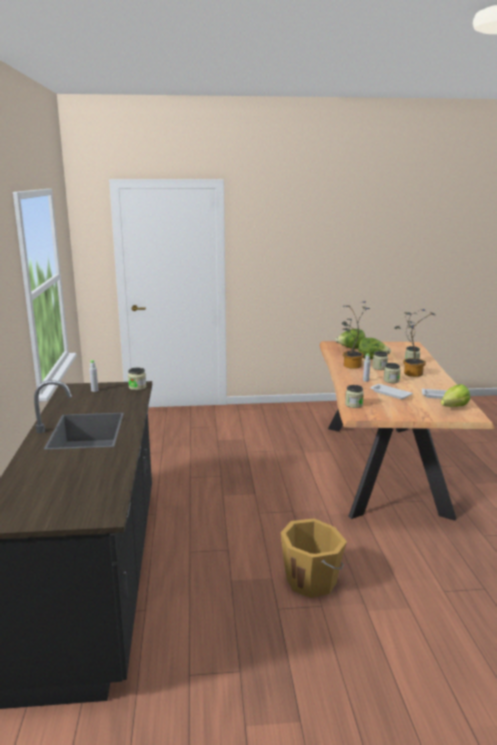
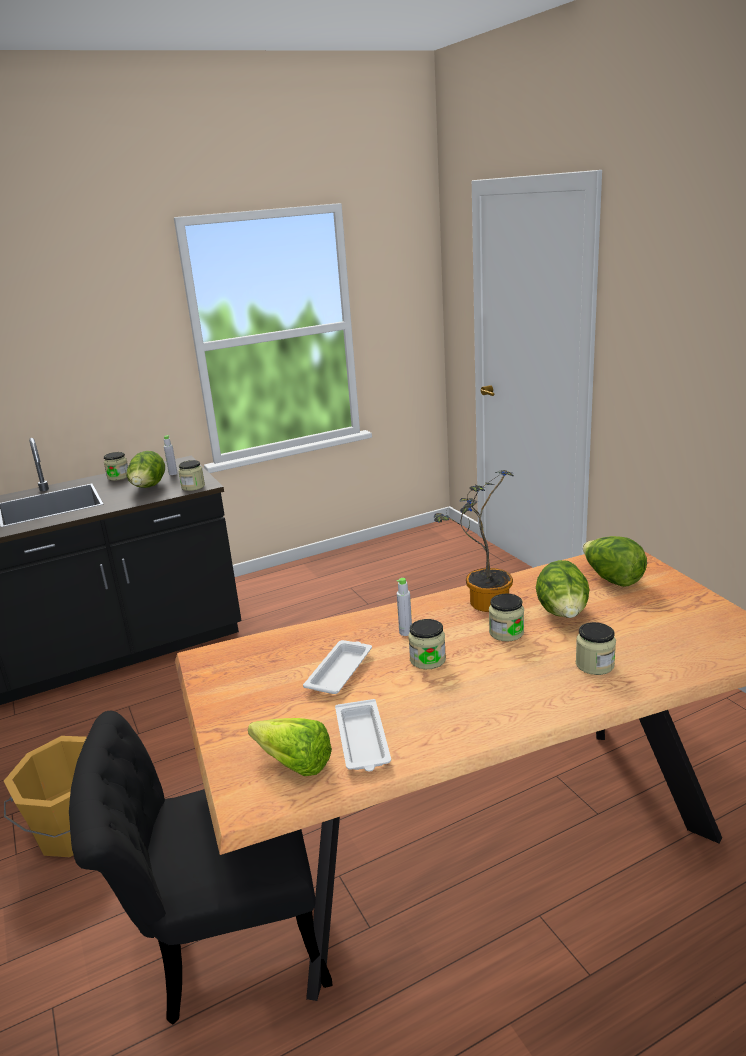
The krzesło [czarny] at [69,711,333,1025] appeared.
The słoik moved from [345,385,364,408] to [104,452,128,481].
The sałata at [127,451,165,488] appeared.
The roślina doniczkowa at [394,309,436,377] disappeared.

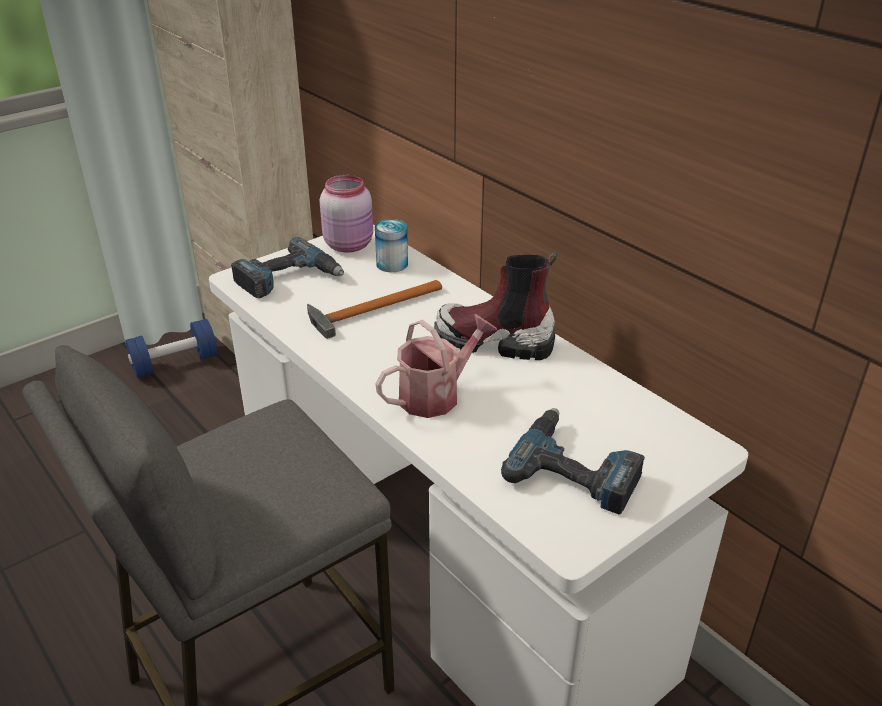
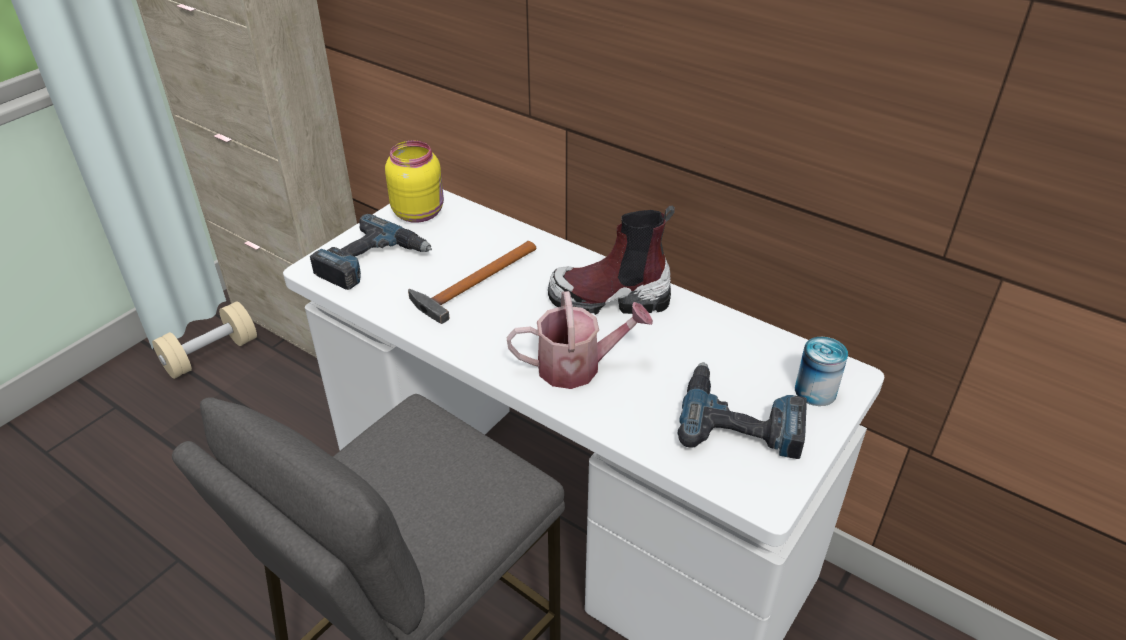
The hantel [niebieski] at [125,319,218,378] became the hantel [beżowy] at [152,301,257,379].
The słoik [różowy] at [320,175,373,253] became the słoik [żółty] at [385,141,444,223].
The konewka at [375,314,497,418] turned 45 degrees clockwise.
The puszka moved from [375,219,408,272] to [795,337,848,406].

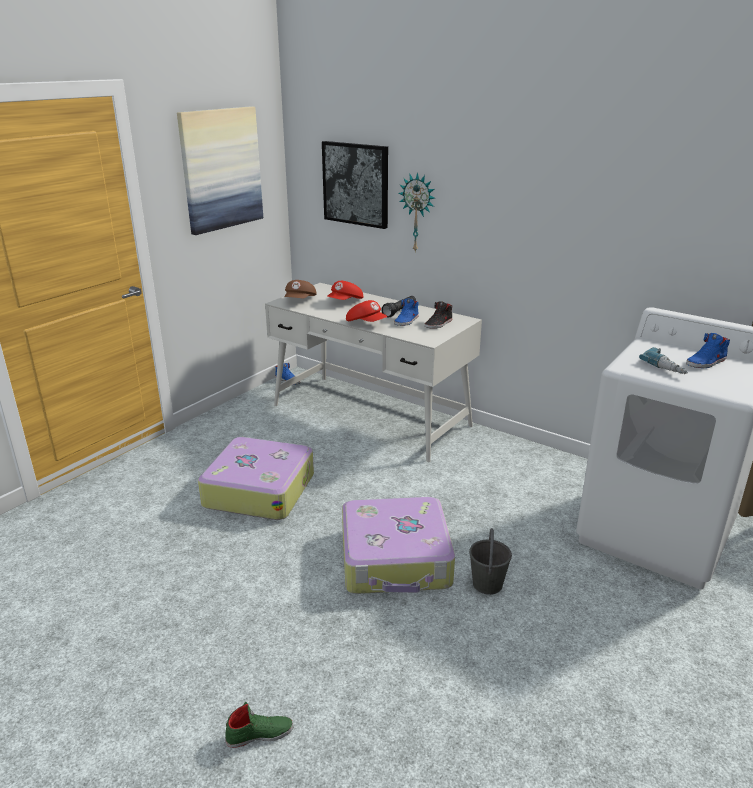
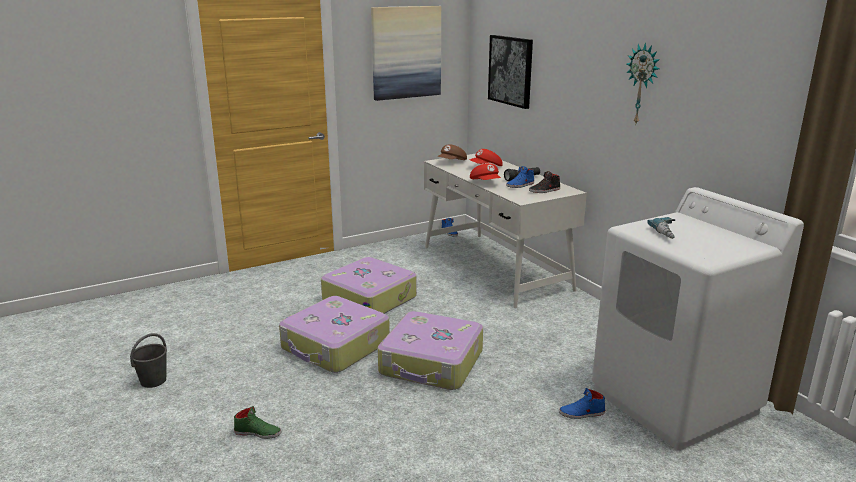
The wiadro [szary] moved from [469,528,512,595] to [130,333,167,388].
The walizka at [279,296,390,373] appeared.
The but [niebieski] moved from [686,333,730,368] to [559,388,605,419].
The zegar ścienny moved from [398,172,435,252] to [626,42,660,123].

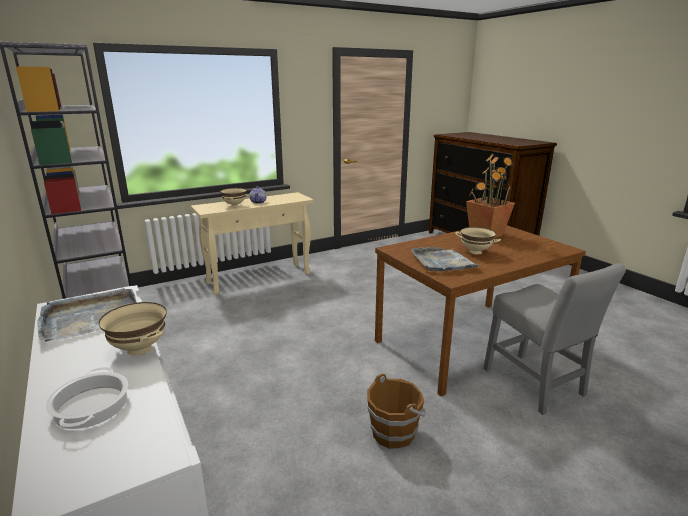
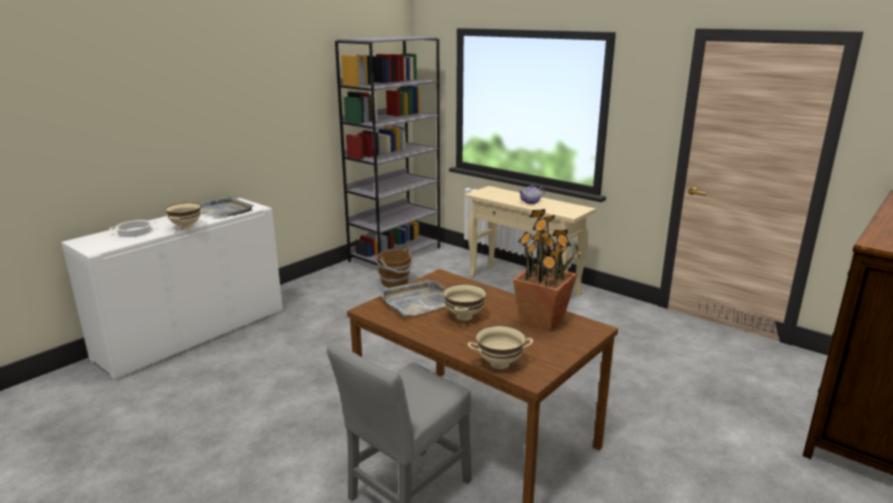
The wiadro [brązowy] moved from [367,374,426,449] to [376,247,414,288].
The miska [beżowy] moved from [220,188,246,207] to [468,325,533,369].

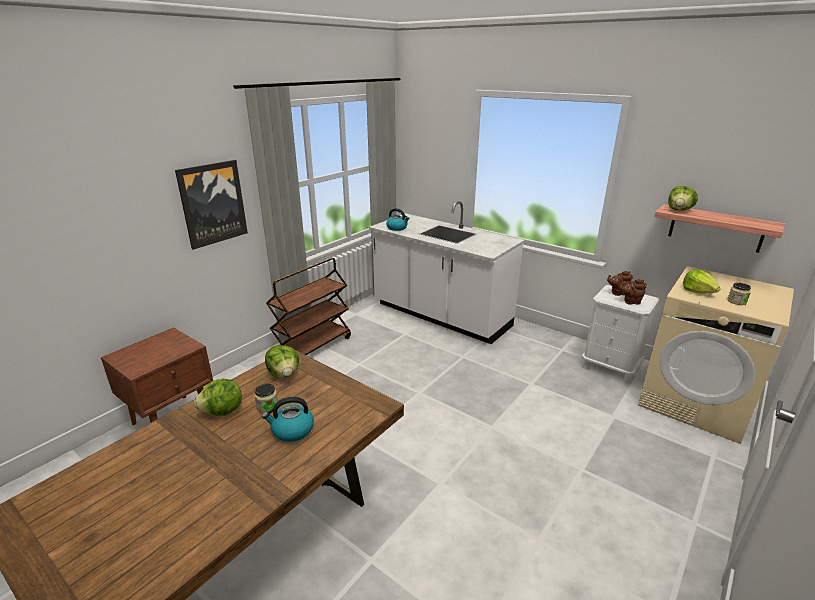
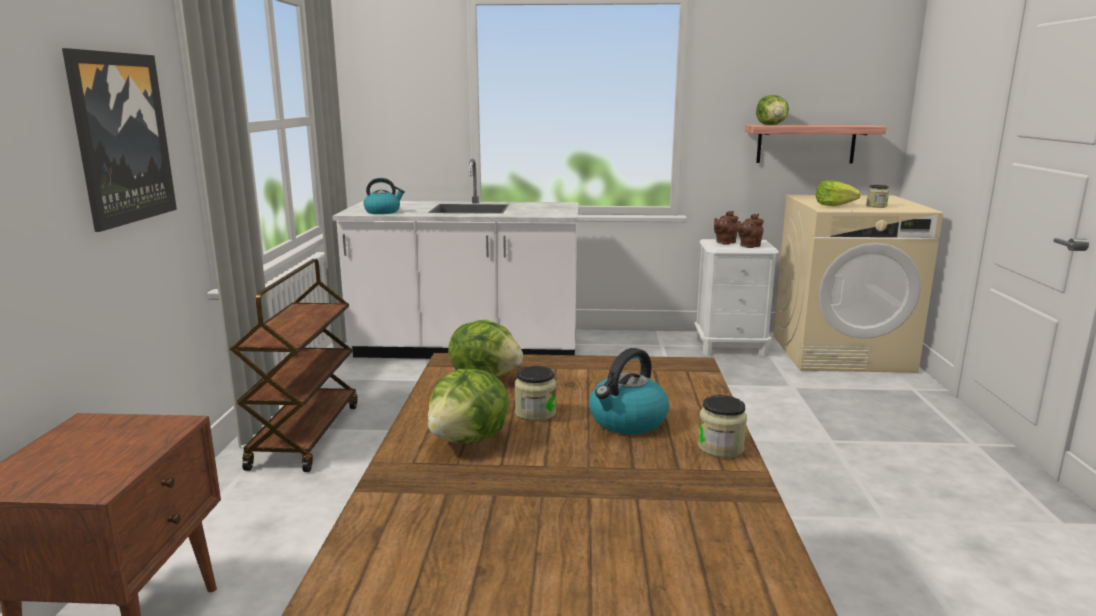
The słoik at [698,395,747,458] appeared.

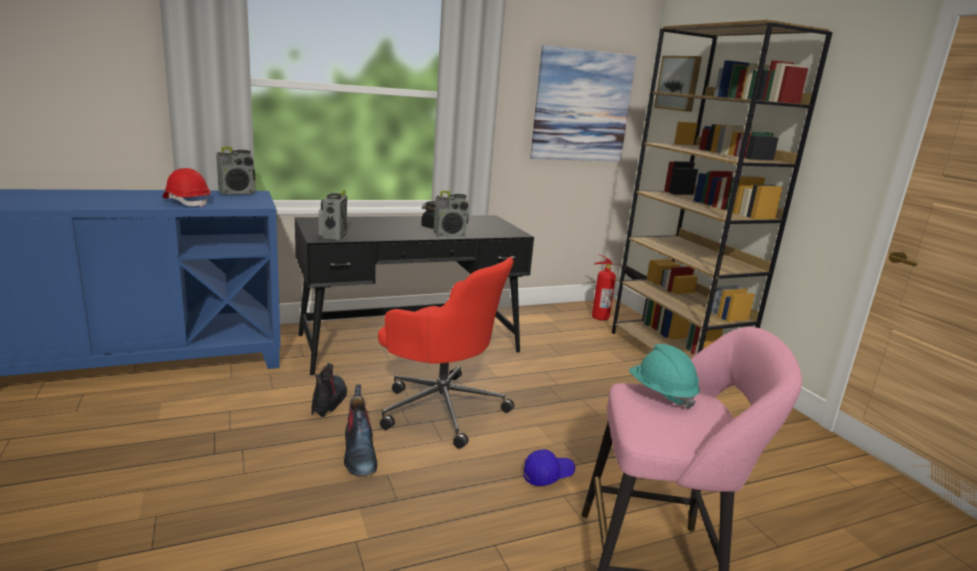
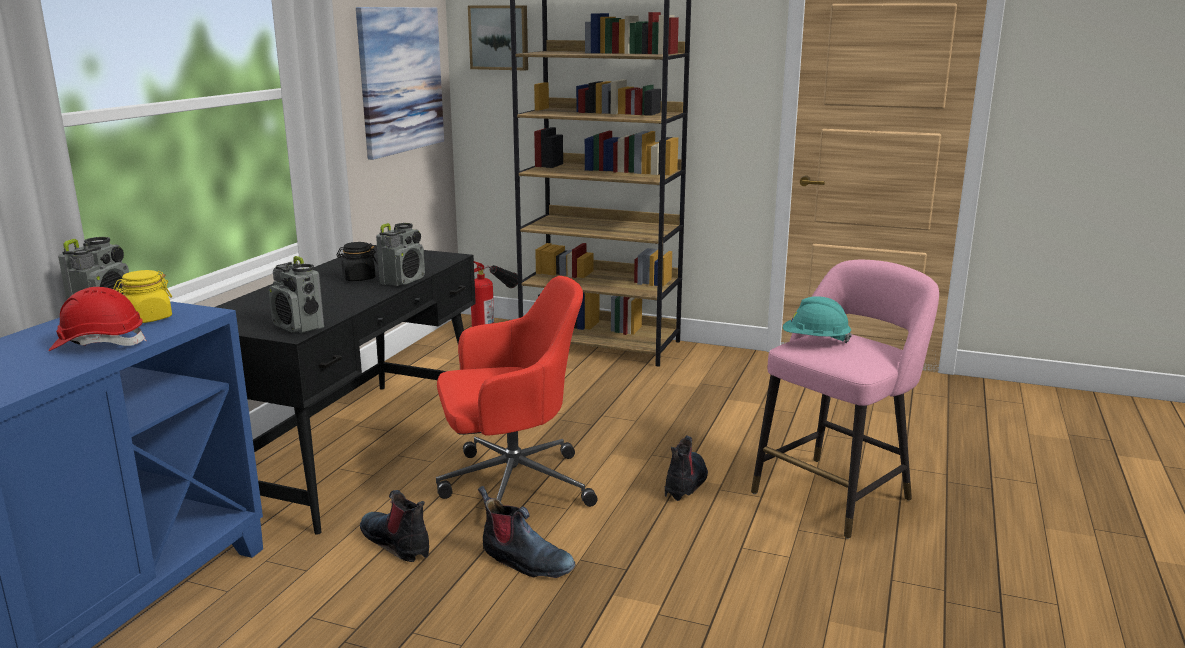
The słoik [żółty] at [113,270,172,323] appeared.
The czapka z daszkiem [niebieski] at [523,449,575,486] was replaced by the but z cholewką at [665,435,708,501].

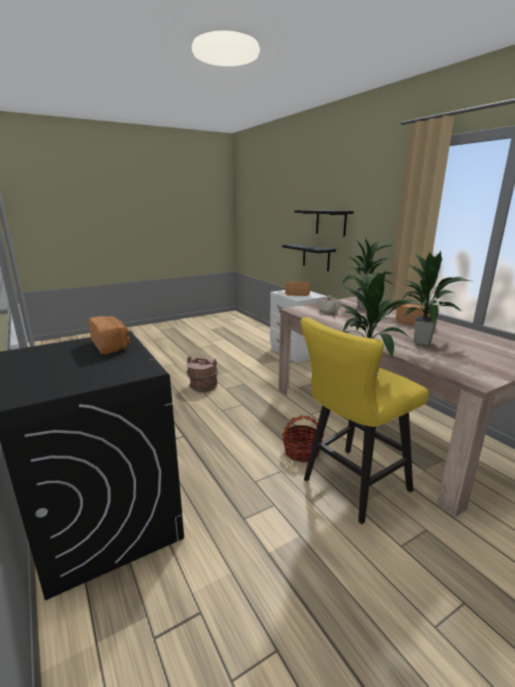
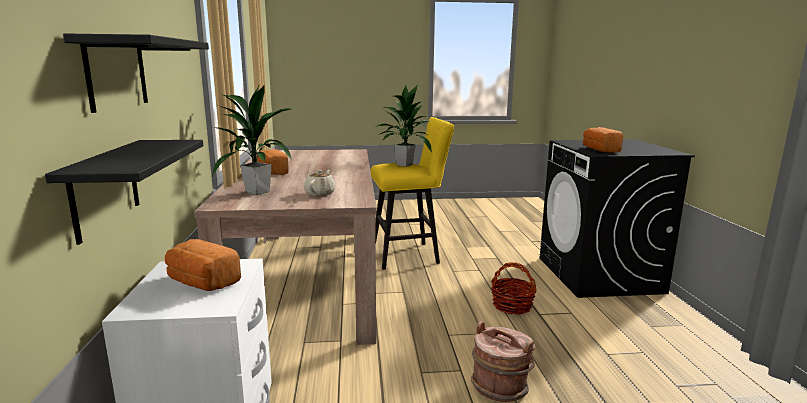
The koszyk moved from [282,415,324,463] to [491,262,536,314].
The roślina doniczkowa at [388,251,470,345] disappeared.

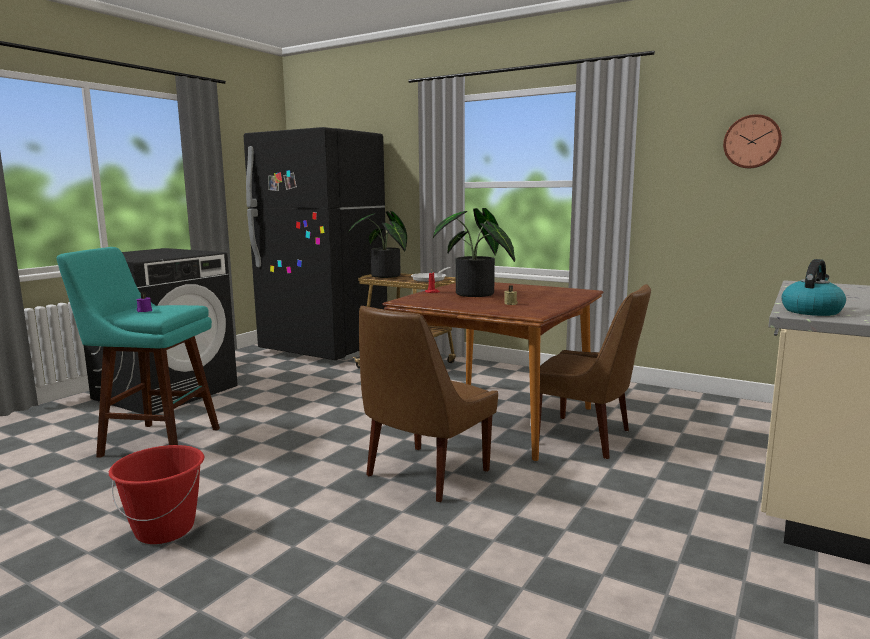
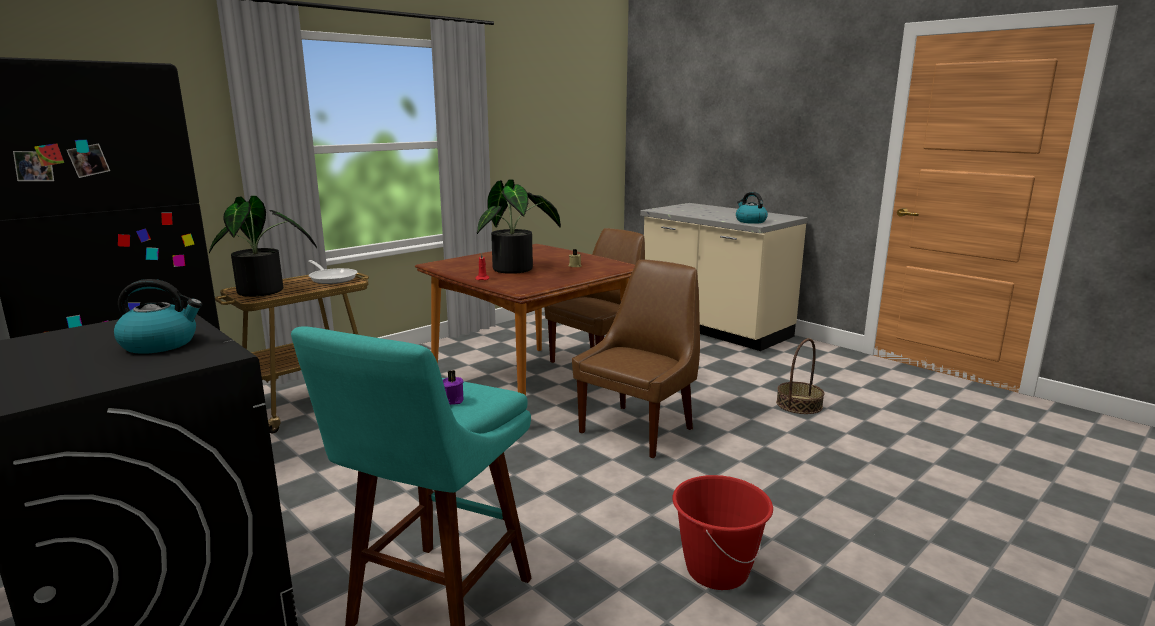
The czajnik at [114,279,202,354] appeared.
The krzesło [brązowy] at [359,306,498,502] turned 105 degrees counterclockwise.
The koszyk at [776,338,824,414] appeared.
The zegar ścienny at [723,114,782,168] disappeared.

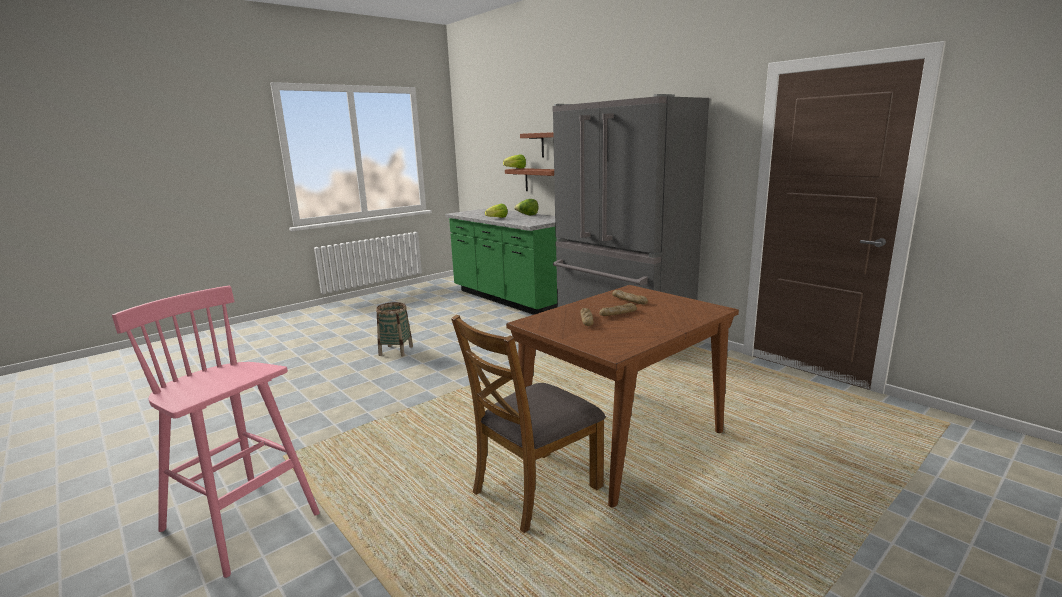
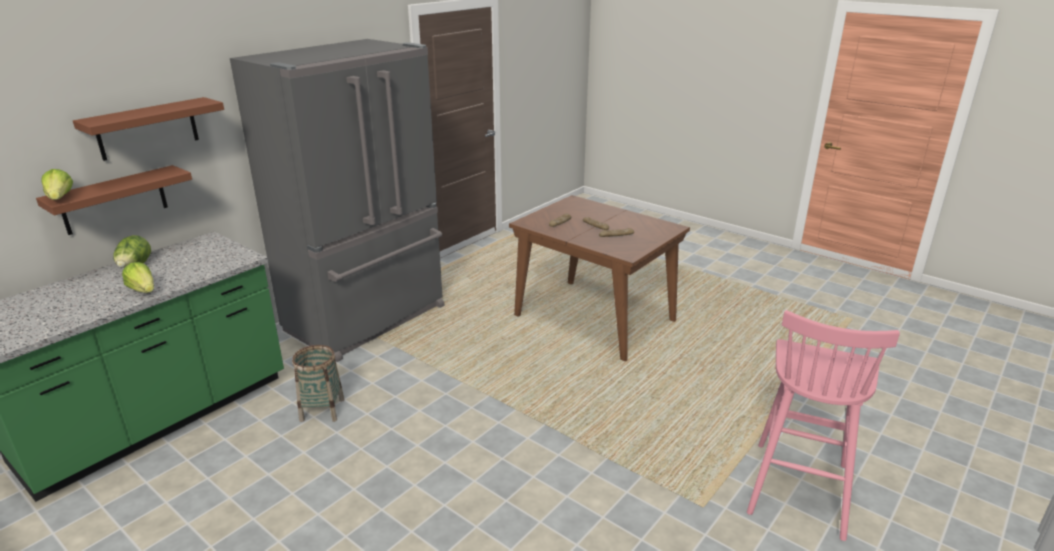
The koszyk moved from [376,302,413,357] to [292,345,345,422].
The krzesło [brązowy] at [451,315,605,533] disappeared.

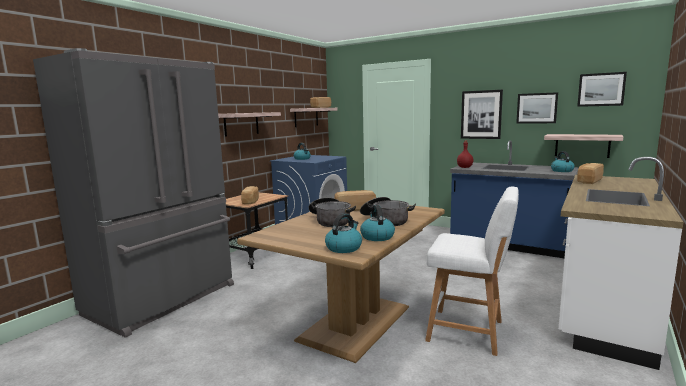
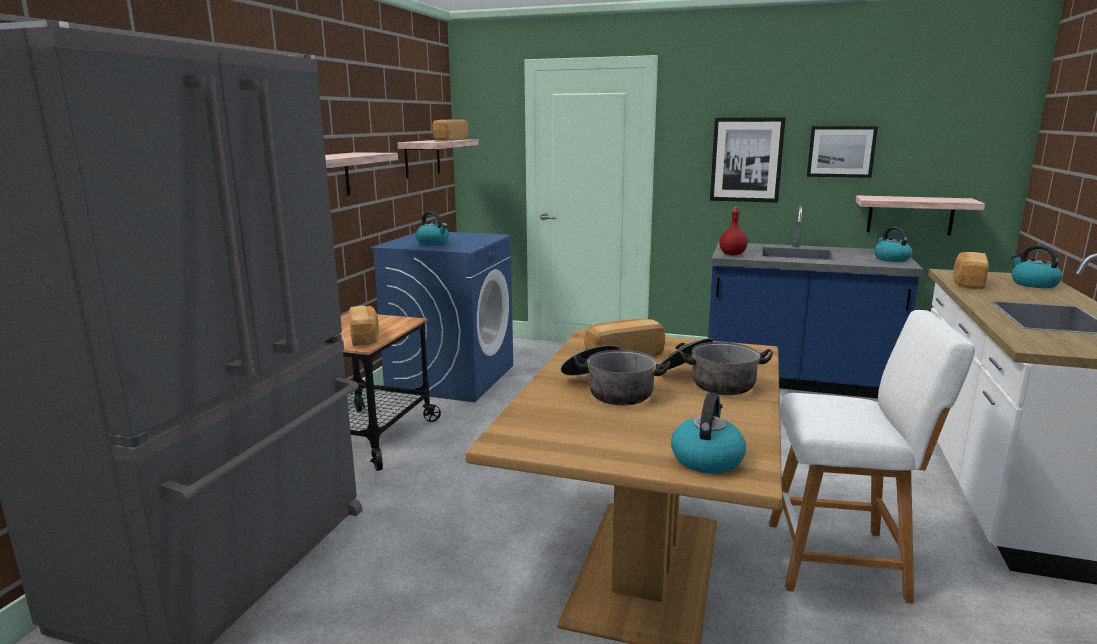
The czajnik moved from [360,205,395,241] to [1011,245,1062,288].
The obraz at [577,72,627,107] disappeared.

